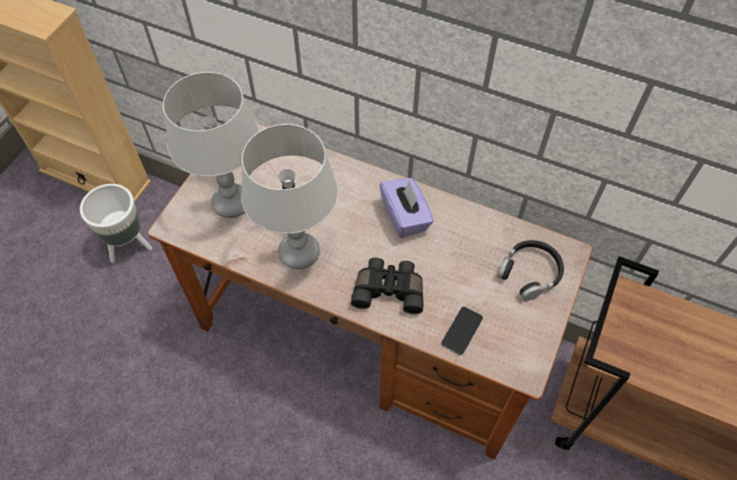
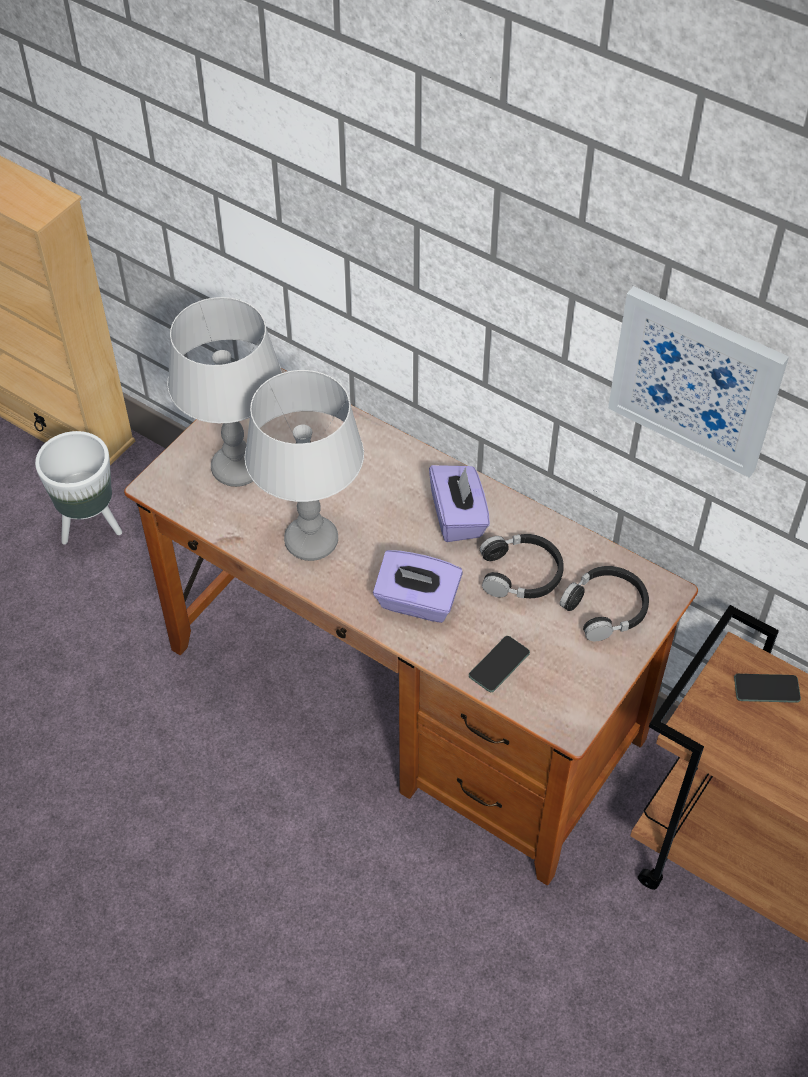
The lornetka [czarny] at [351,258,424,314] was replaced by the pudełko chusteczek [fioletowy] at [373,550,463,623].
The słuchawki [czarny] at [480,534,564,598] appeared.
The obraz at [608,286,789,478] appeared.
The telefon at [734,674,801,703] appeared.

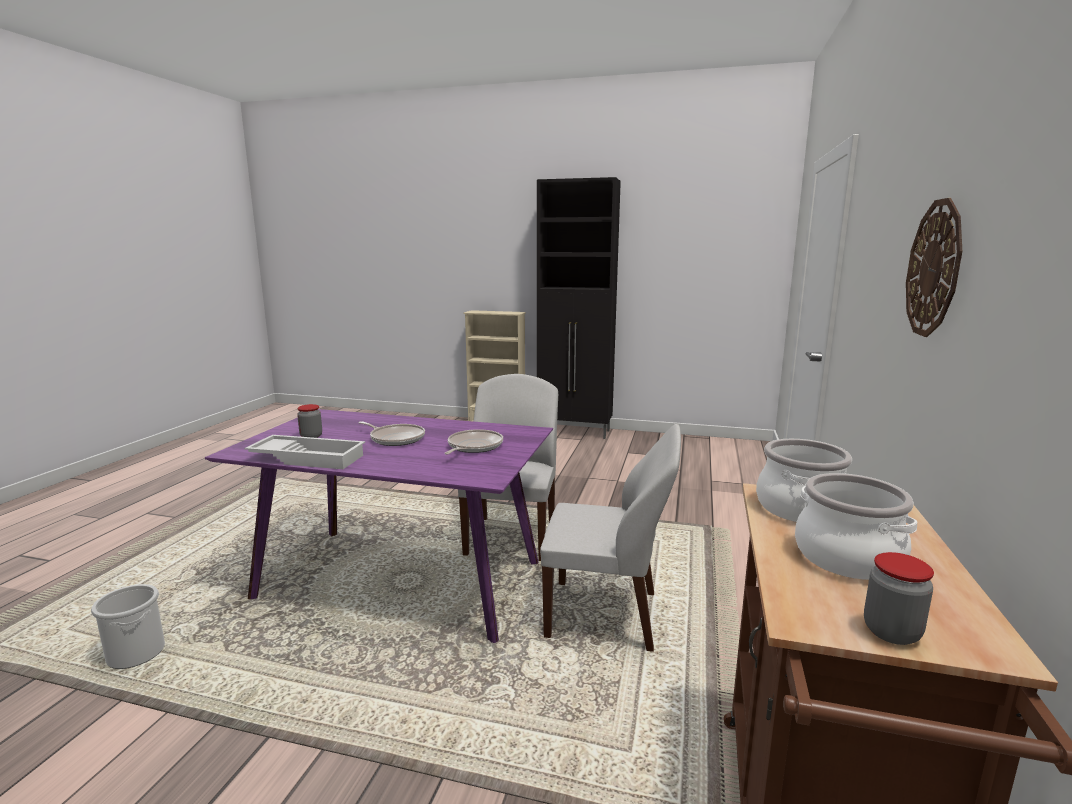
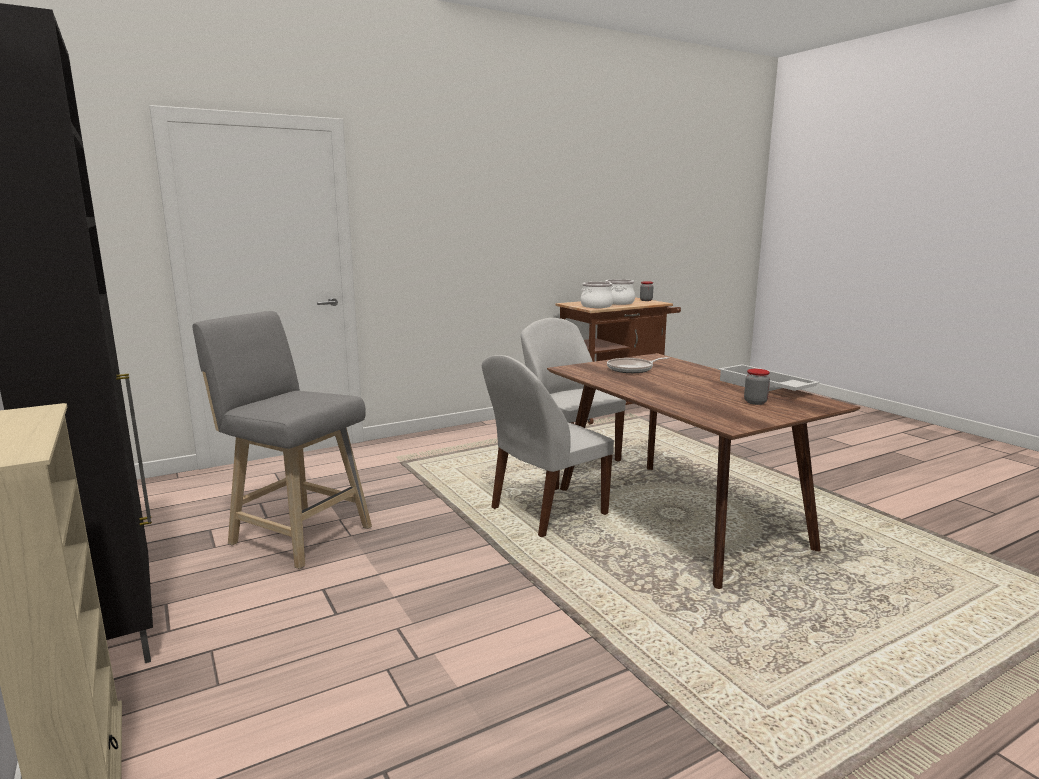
The stołek [szary] at [192,311,372,569] appeared.
The stół jadalny [fioletowy] at [205,409,553,643] became the stół jadalny [brązowy] at [547,353,860,589].
The wiadro at [91,584,165,669] disappeared.
The patelnia at [358,421,425,446] disappeared.
The zegar ścienny at [906,198,962,337] disappeared.

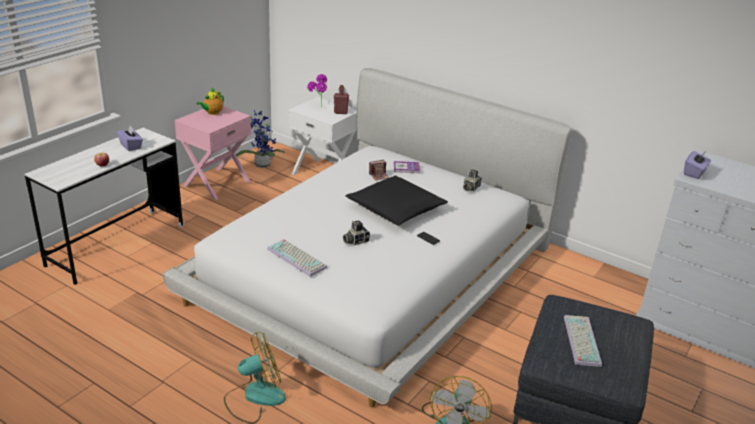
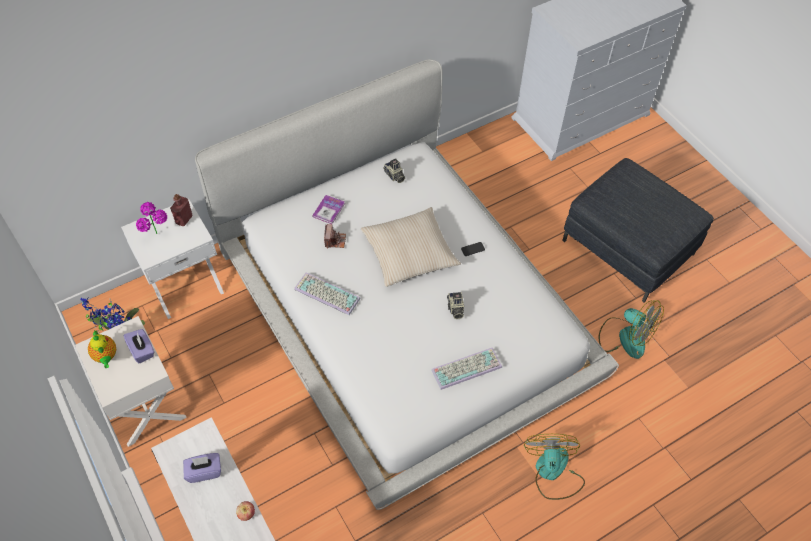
The szafka nocna [różowy] at [175,106,251,200] became the szafka nocna [biały] at [75,316,187,447].
The pudełko chusteczek [fioletowy] moved from [684,151,711,179] to [123,329,154,363].
The klawiatura moved from [564,315,602,367] to [294,272,361,315].
The poduszka [czarny] at [346,176,448,226] became the poduszka [beżowy] at [361,207,461,287].

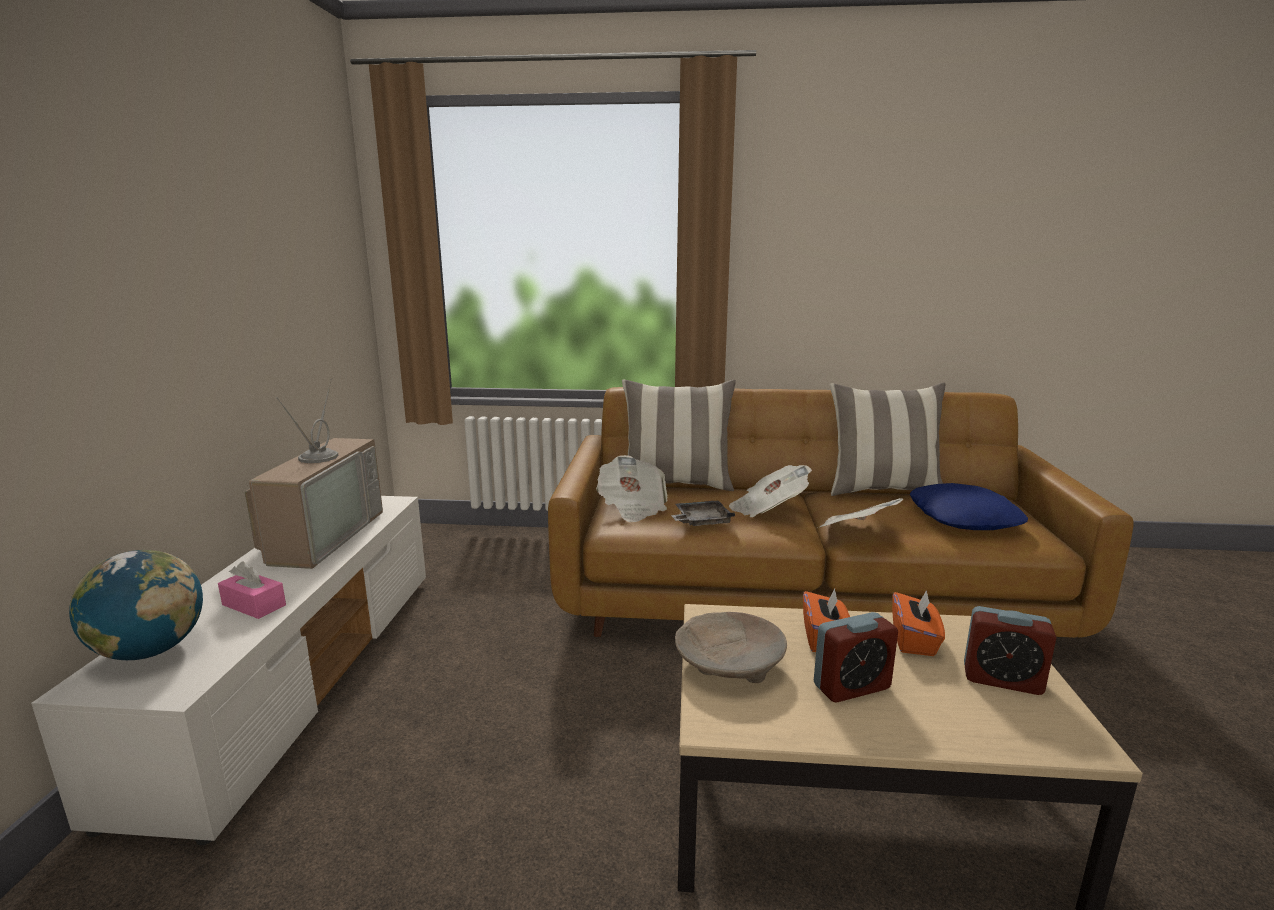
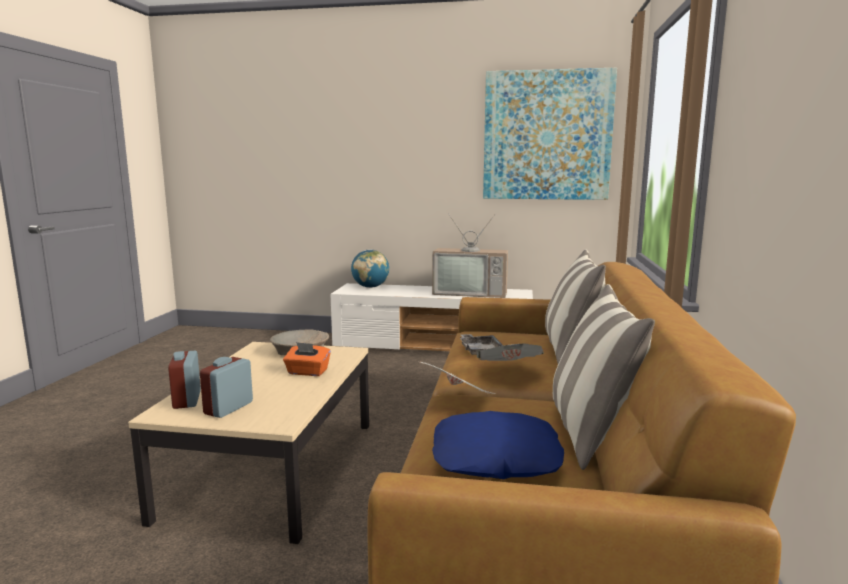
The budzik moved from [814,612,898,703] to [168,351,201,409].
The obraz at [483,68,617,200] appeared.
The pudełko chusteczek [różowy] at [218,561,286,619] disappeared.
The gazeta at [596,455,667,522] disappeared.
The pudełko chusteczek [pomarańczowy] at [892,590,945,656] disappeared.

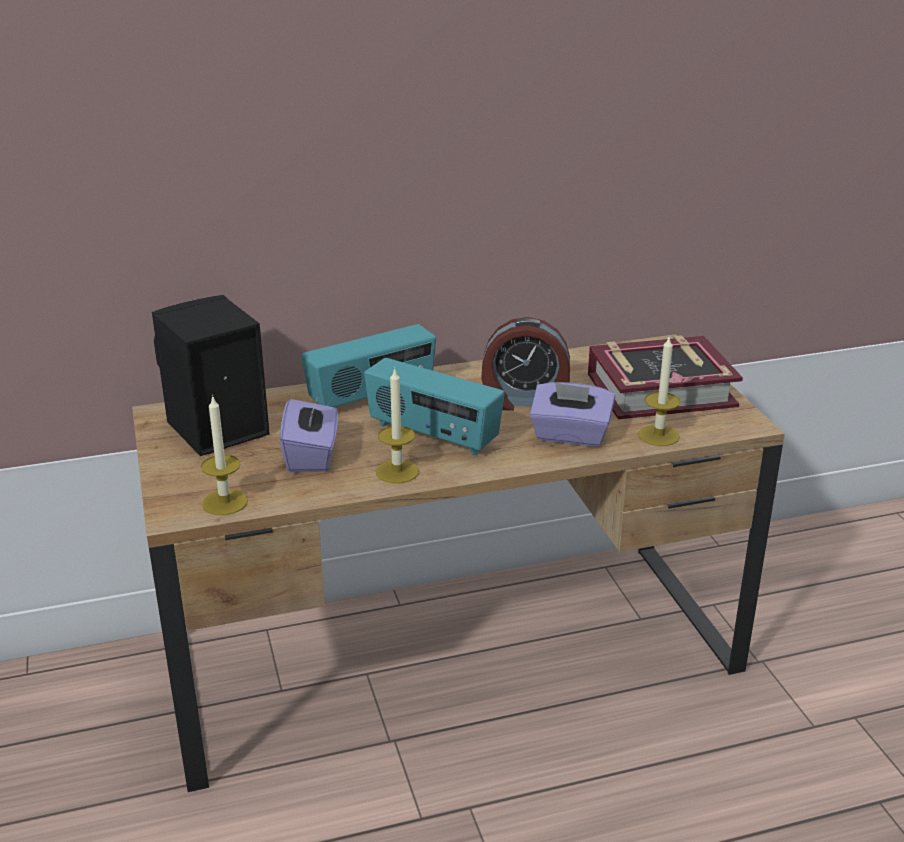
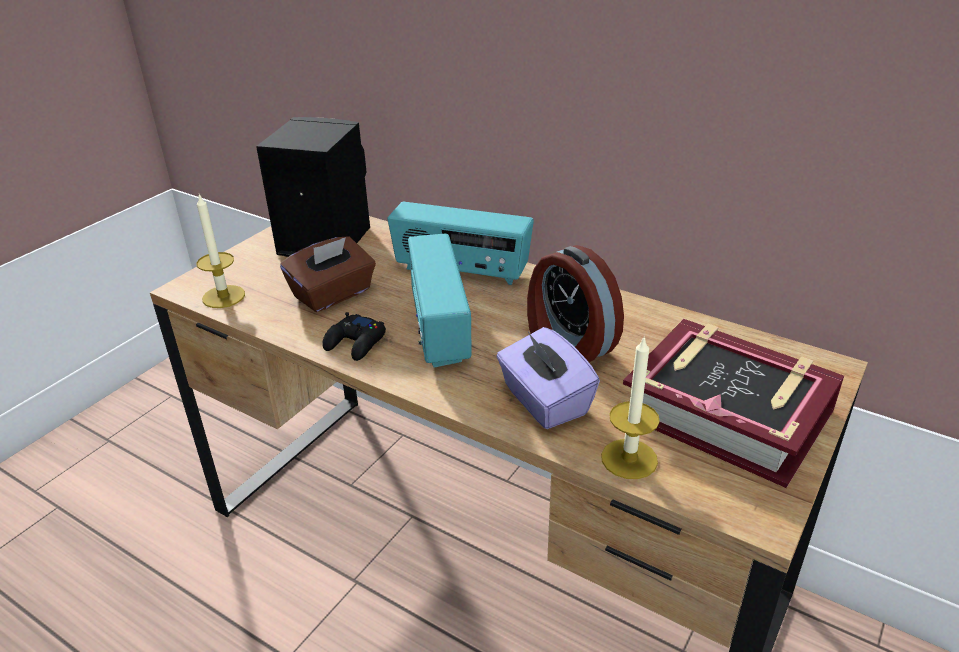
The pudełko chusteczek [fioletowy] at [280,392,338,472] became the pudełko chusteczek [brązowy] at [280,236,376,312].
The świeca at [376,368,419,483] was replaced by the pad do gier [czarny] at [322,312,386,361].

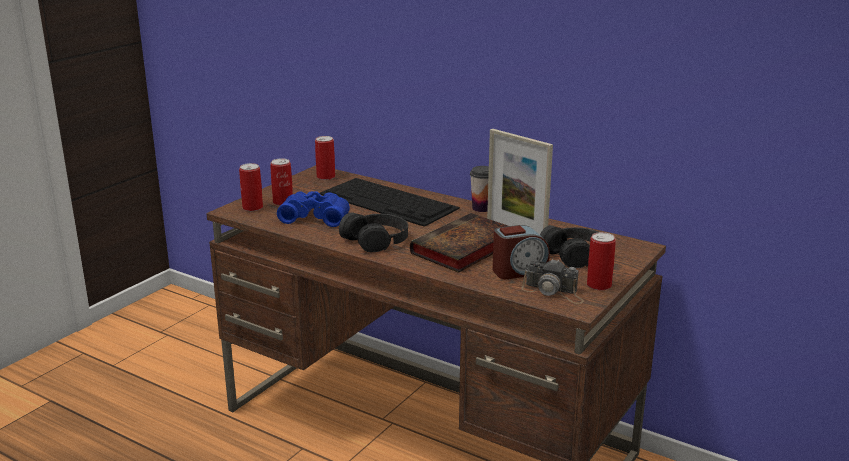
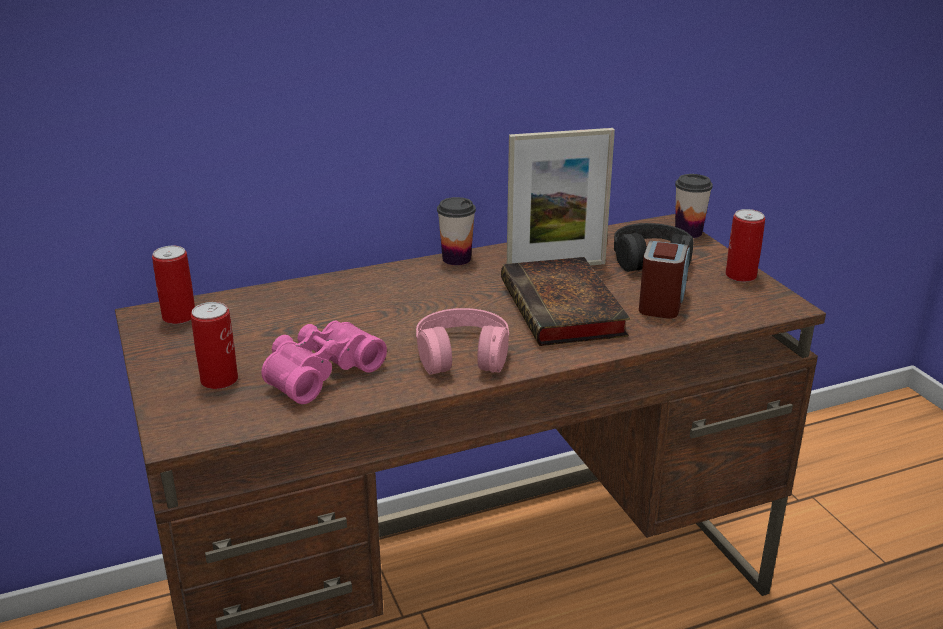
The lornetka [niebieski] at [277,191,350,227] became the lornetka [różowy] at [262,321,387,404].
The słuchawki [czarny] at [339,212,408,252] became the słuchawki [różowy] at [416,308,509,375].
The filiżanka at [675,174,713,238] appeared.
The puszka at [239,163,263,211] disappeared.
The klawiatura at [320,178,460,227] disappeared.
The aparat fotograficzny at [521,259,584,304] disappeared.

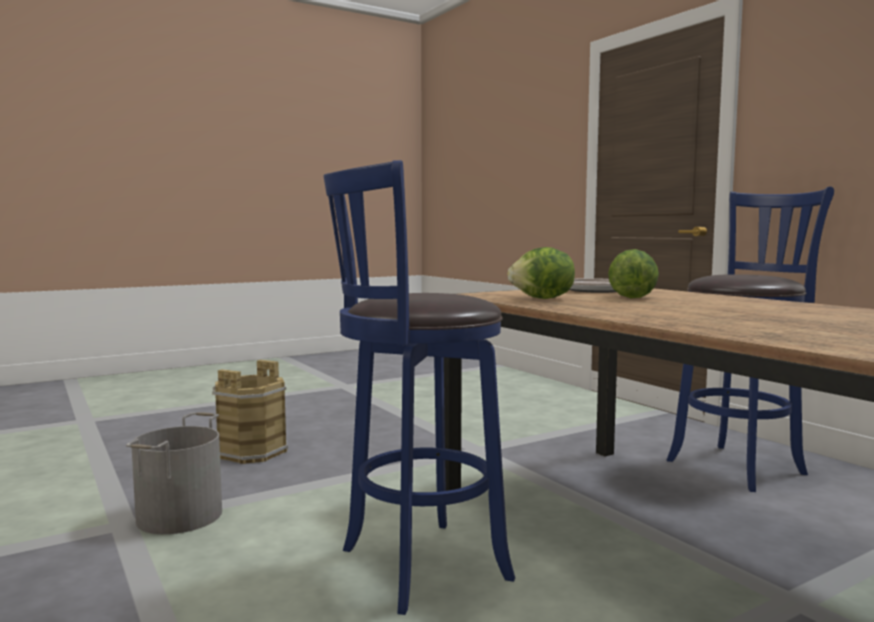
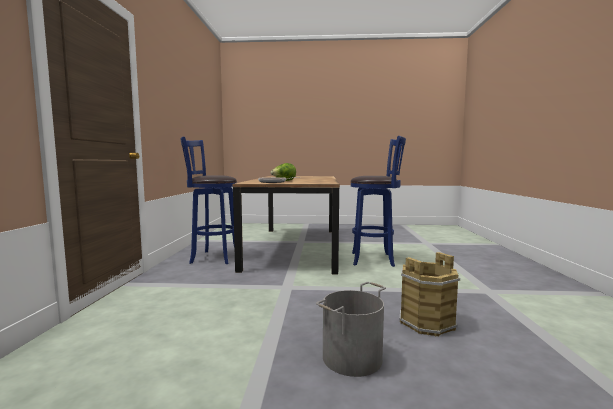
The wiadro [szary] moved from [126,412,222,534] to [316,282,386,377].
The sałata at [508,247,575,299] disappeared.

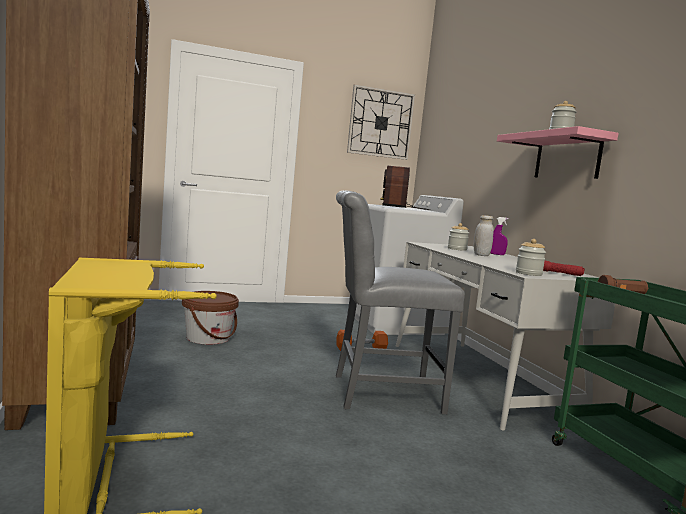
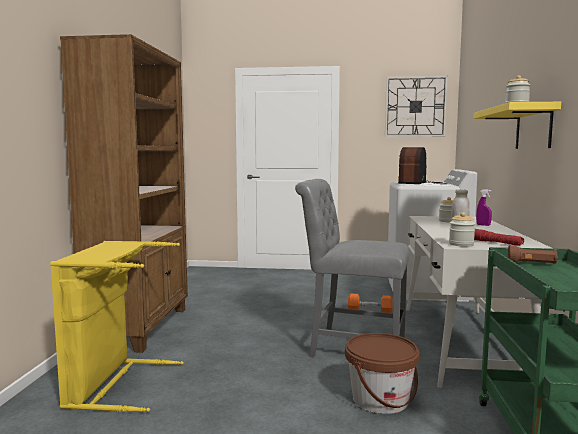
The wiadro [brązowy] moved from [182,291,239,345] to [345,333,420,414].
The półka [różowy] at [497,126,619,179] became the półka [żółty] at [473,102,561,149].

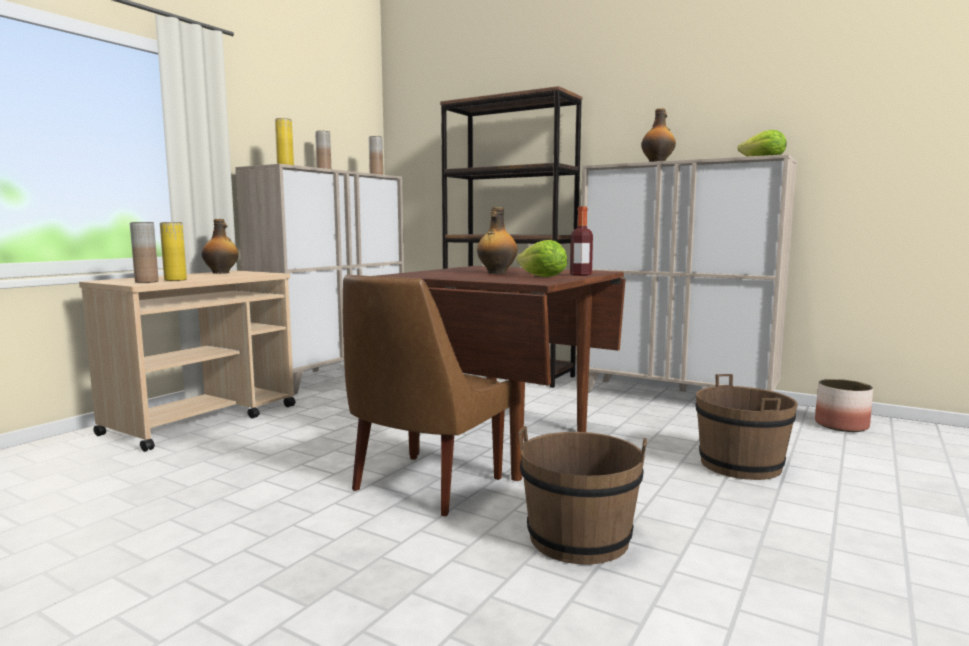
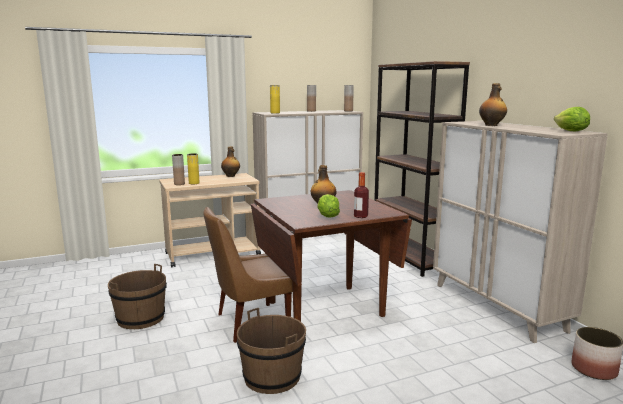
The wiadro [brązowy] moved from [696,374,798,480] to [108,264,167,329].

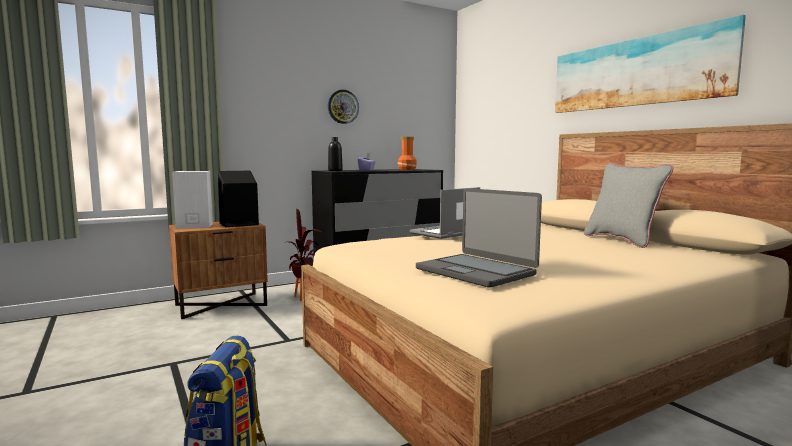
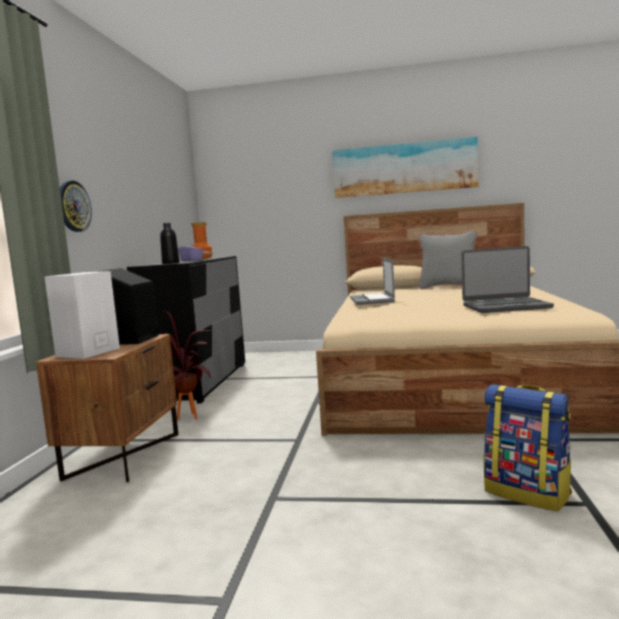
The zegar ścienny moved from [328,90,359,124] to [60,181,92,232].

